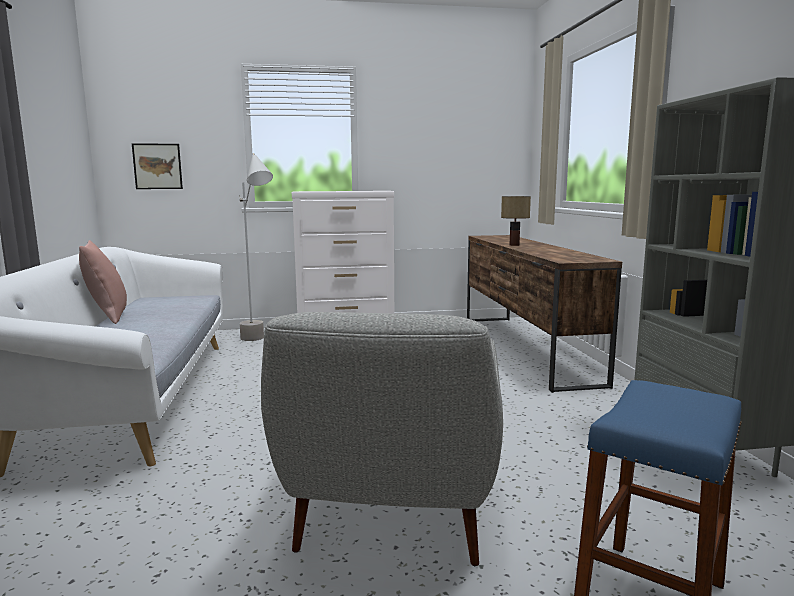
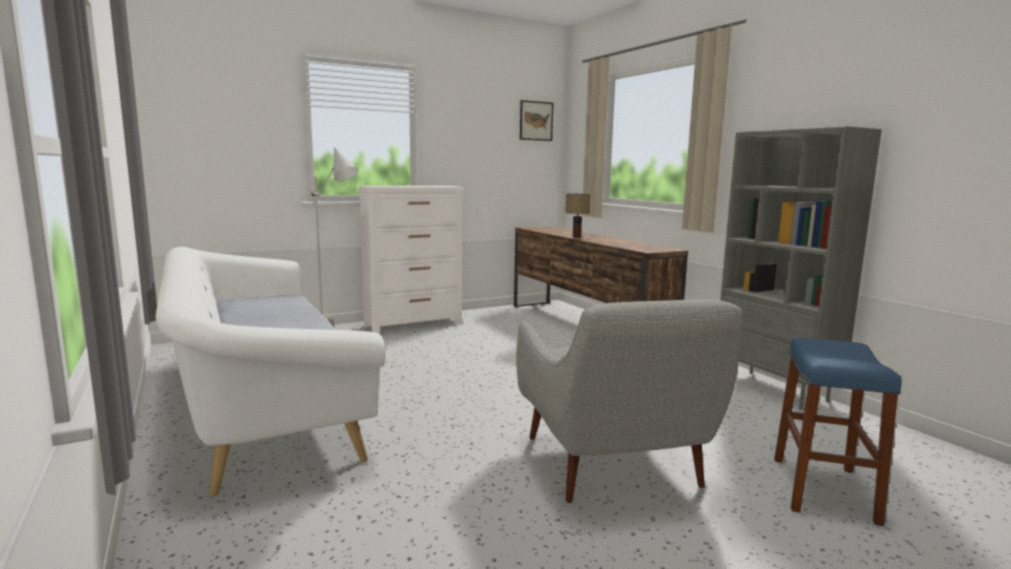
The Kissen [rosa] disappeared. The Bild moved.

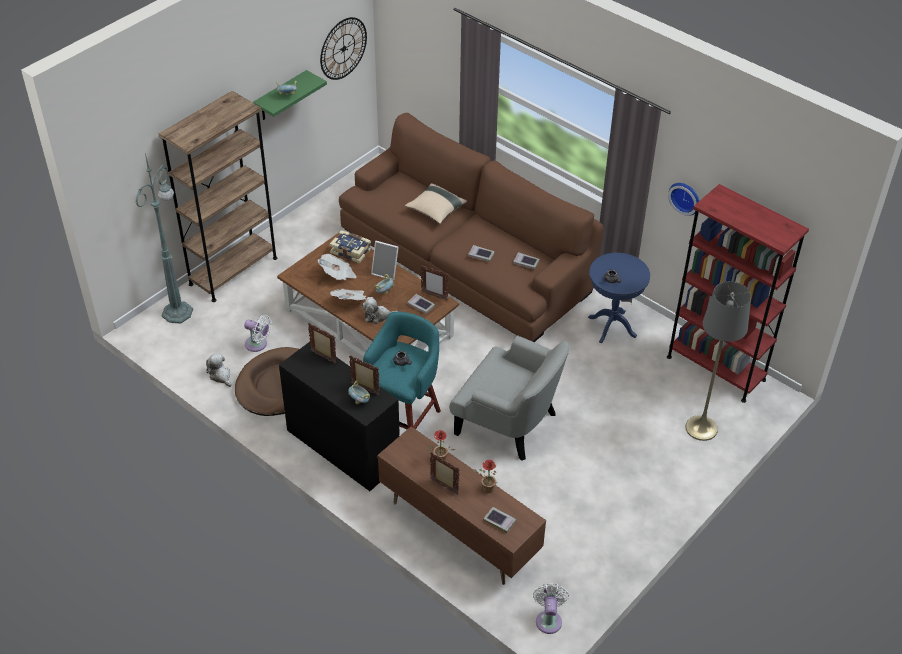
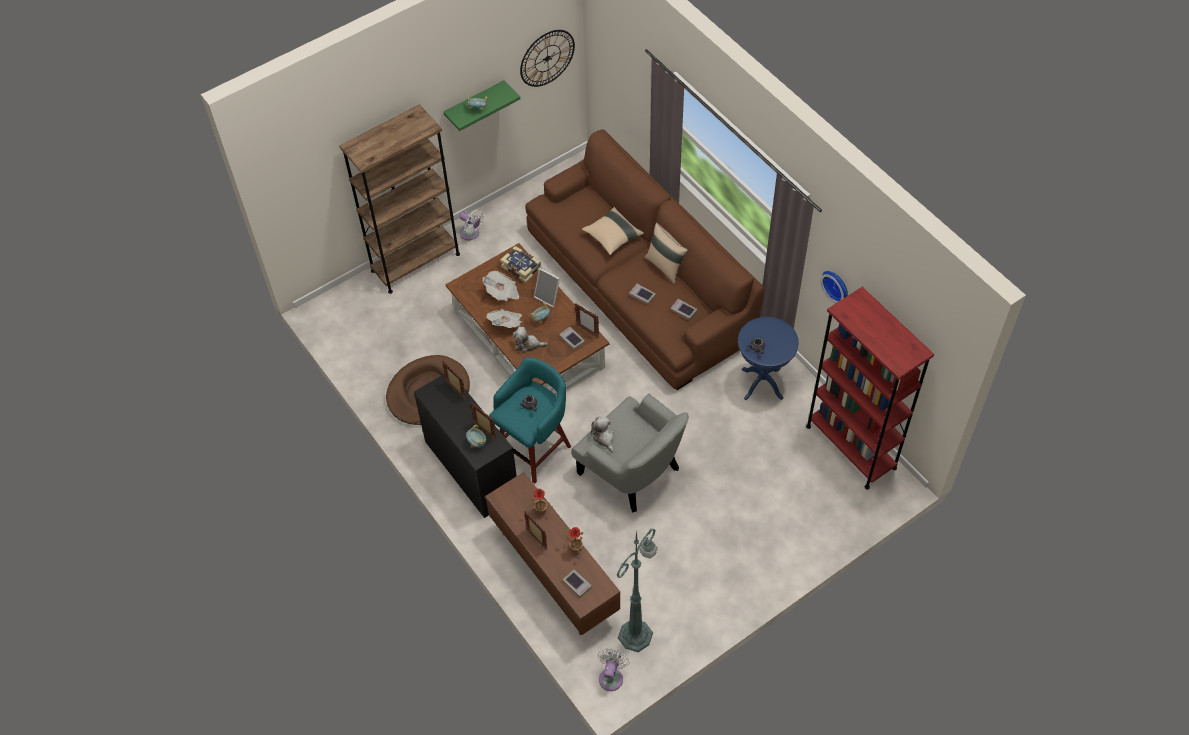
The Stehlampe [grün] moved. The Plüschtier (no. 1 from left in the first image) moved. The Ventilator [weiß] (no. 1 from left) moved. The Stehlampe [grau] disappeared. The Kissen [beige] (no. 2 from left) appeared.

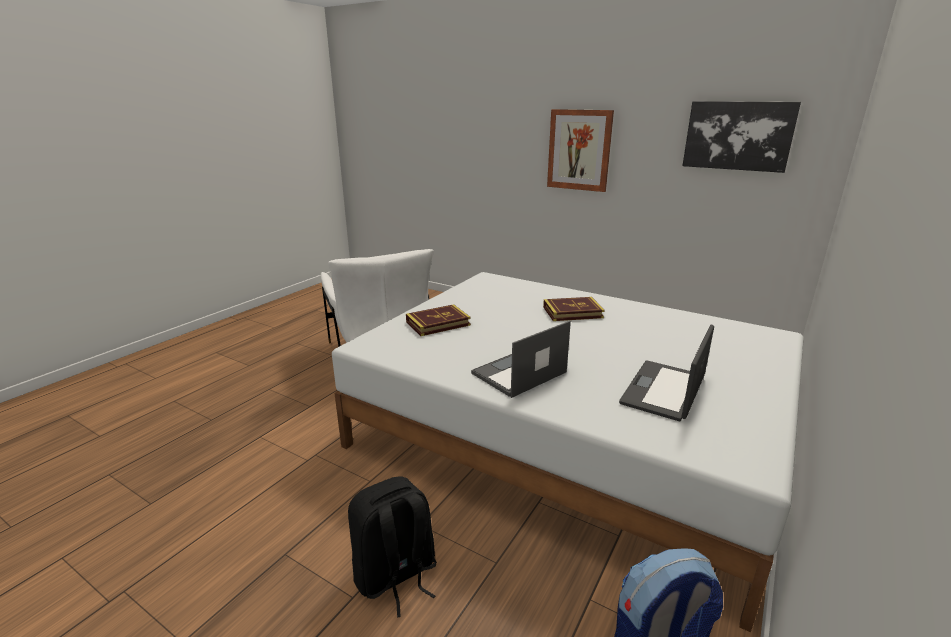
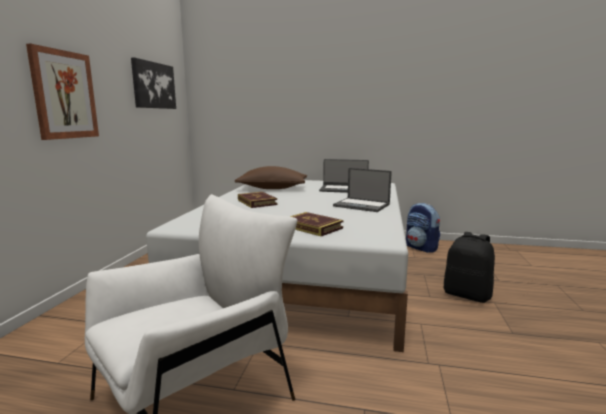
The Kissen [braun] appeared.

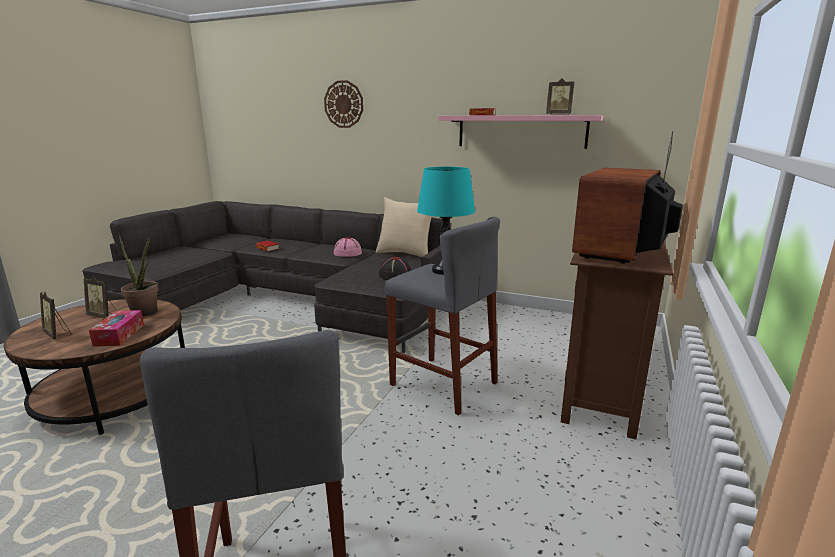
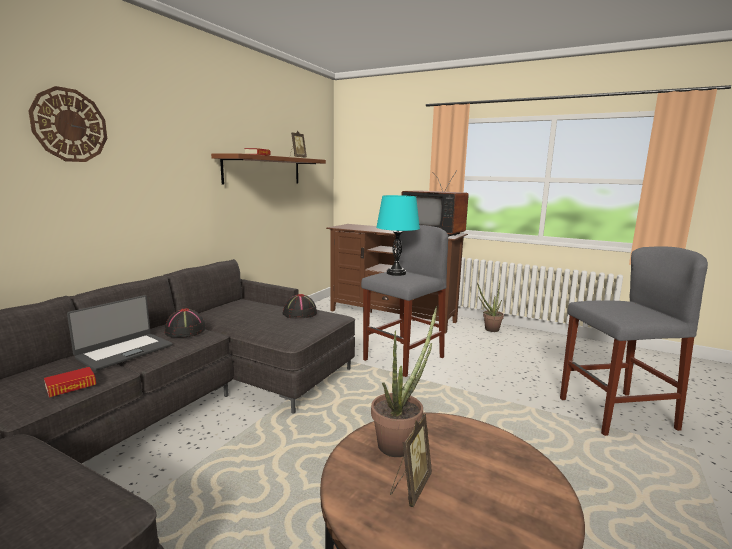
The Bilderrahmen (no. 1 from left) disappeared. The Taschentuchbox disappeared. The Hut [rosa] became the Hut [schwarz] (no. 1 from left). The Kissen [beige] disappeared. The Wandregal [rosa] became the Wandregal [braun]. The Laptop appeared. The Topfpflanze (no. 2 from left) appeared.

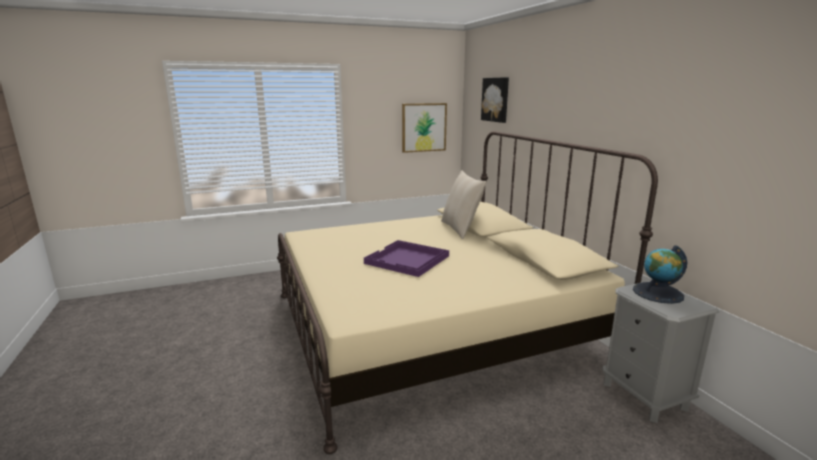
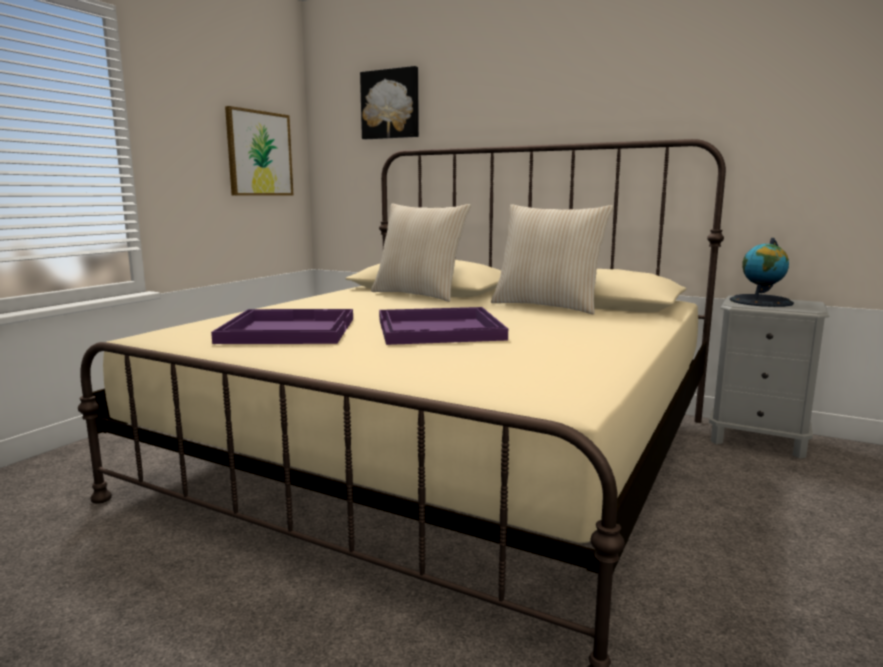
The Tablett [lila] (no. 1 from left) appeared. The Kissen [beige] (no. 2 from left) appeared.

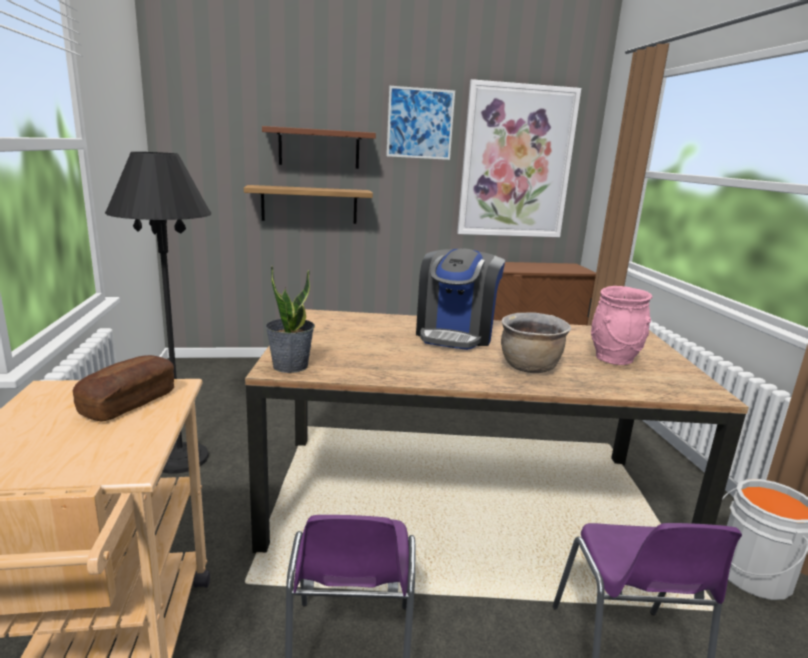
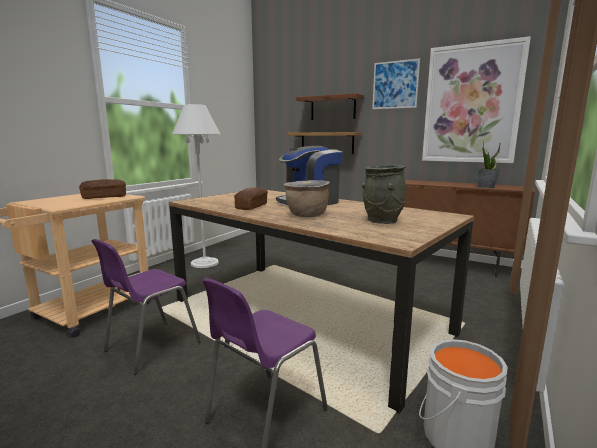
The Stehlampe [schwarz] became the Stehlampe [weiß]. The Topfpflanze moved. The Vase [rosa] became the Vase [grau]. The Brot (no. 2 from left) appeared.

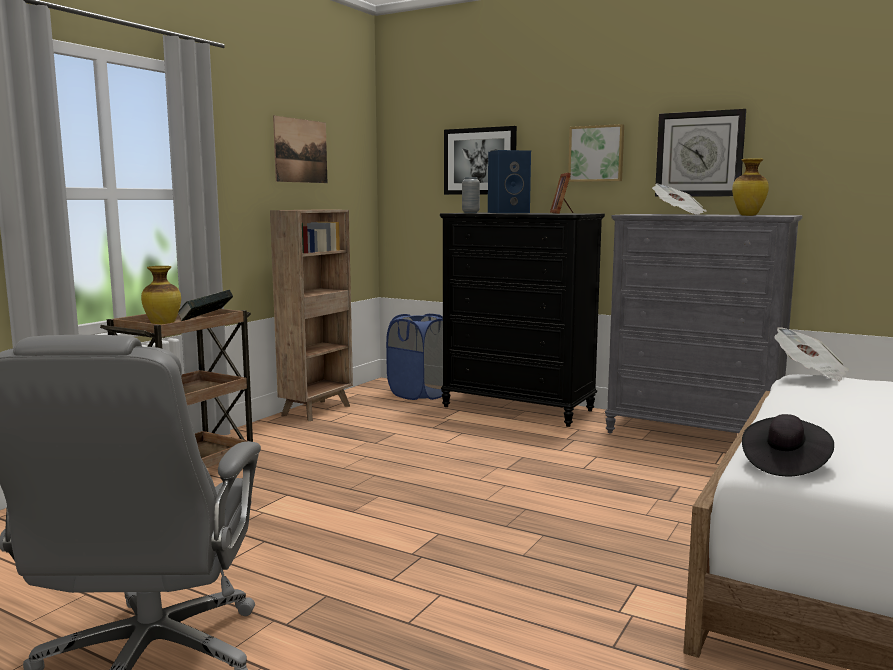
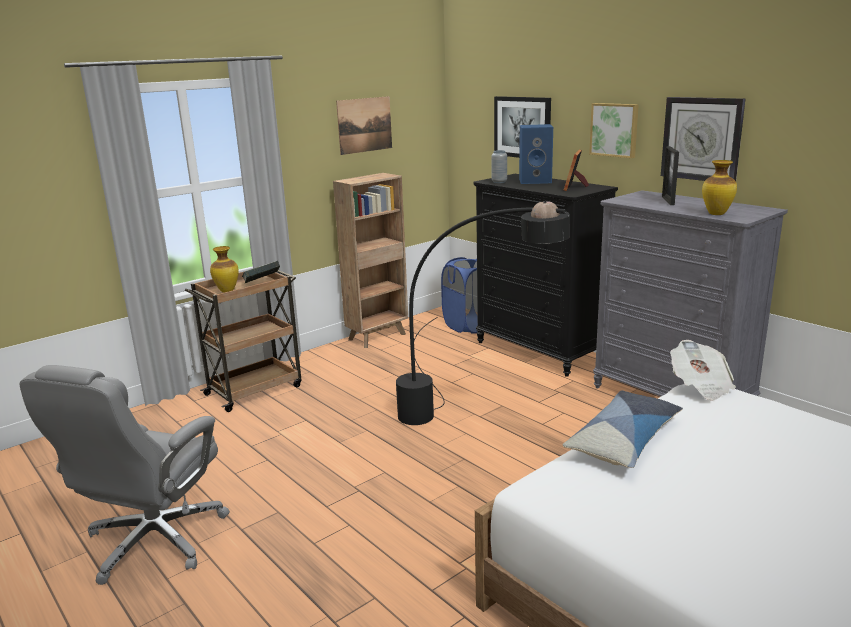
The Zeitung (no. 1 from left) was replaced by the Bilderrahmen (no. 2 from left). The Hut [schwarz] disappeared. The Stehlampe [schwarz] appeared. The Kissen appeared.

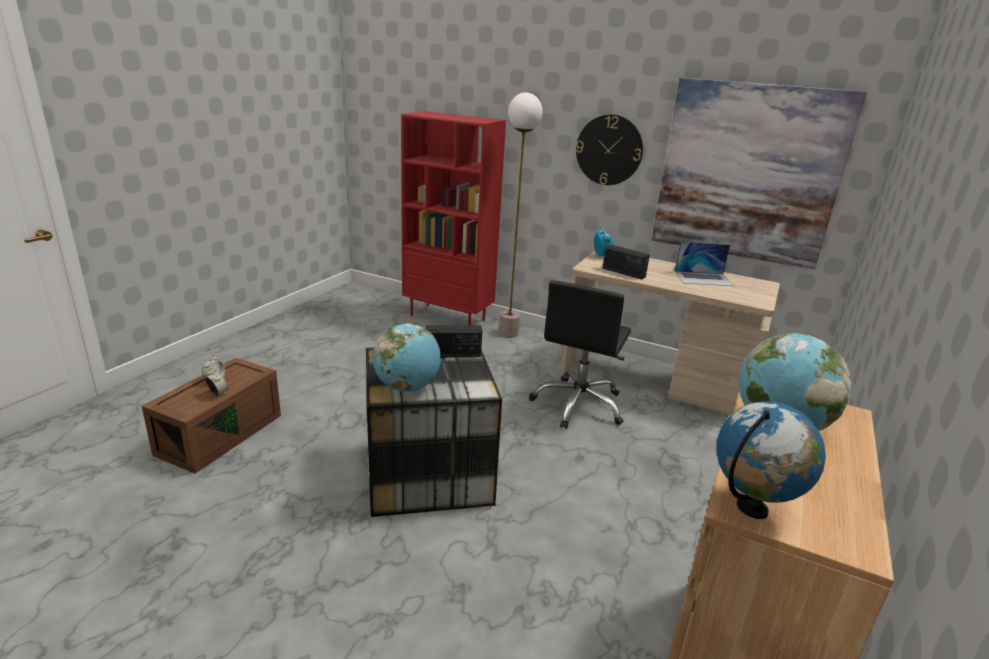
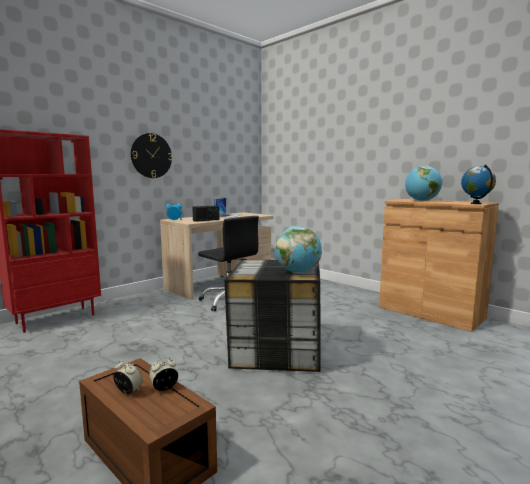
The Radio (no. 1 from left) disappeared. The Stehlampe disappeared. The Bild disappeared.

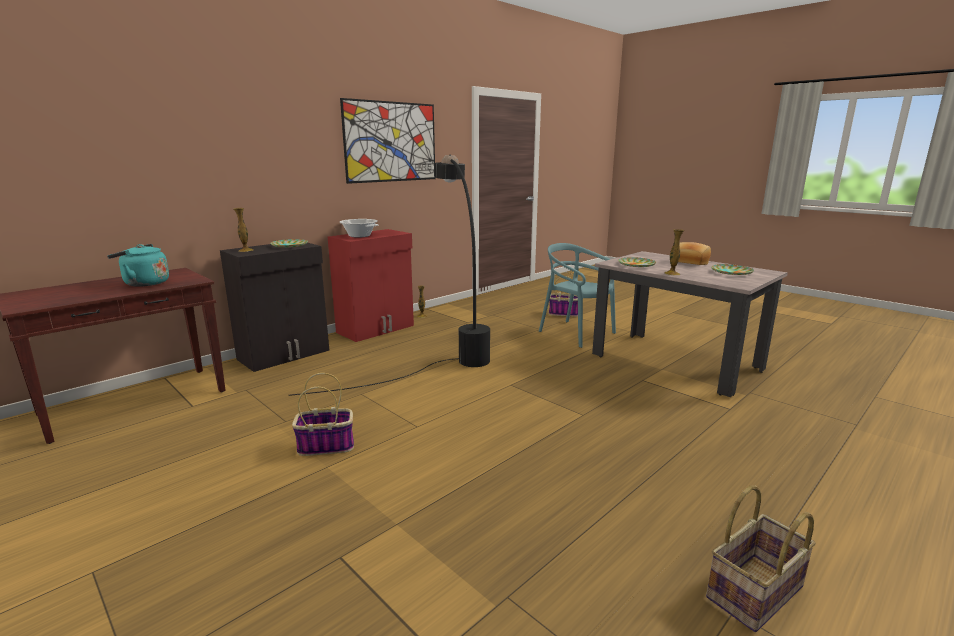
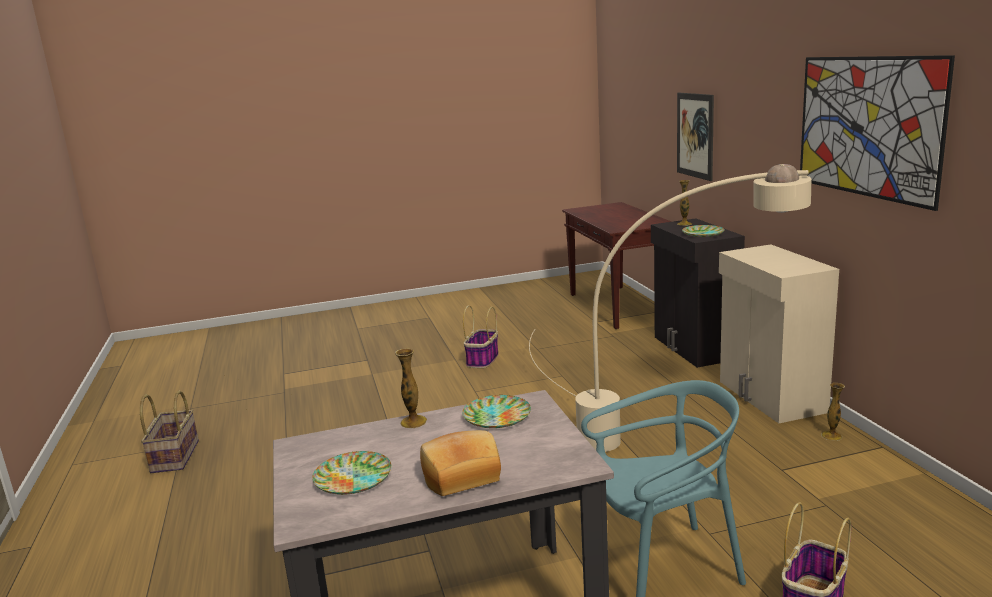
The Wasserkessel [türkis] disappeared. The Stehlampe [schwarz] became the Stehlampe [beige]. The Schrank [rot] became the Schrank [beige]. The Kochtopf disappeared. The Bild (no. 1 from left) appeared.

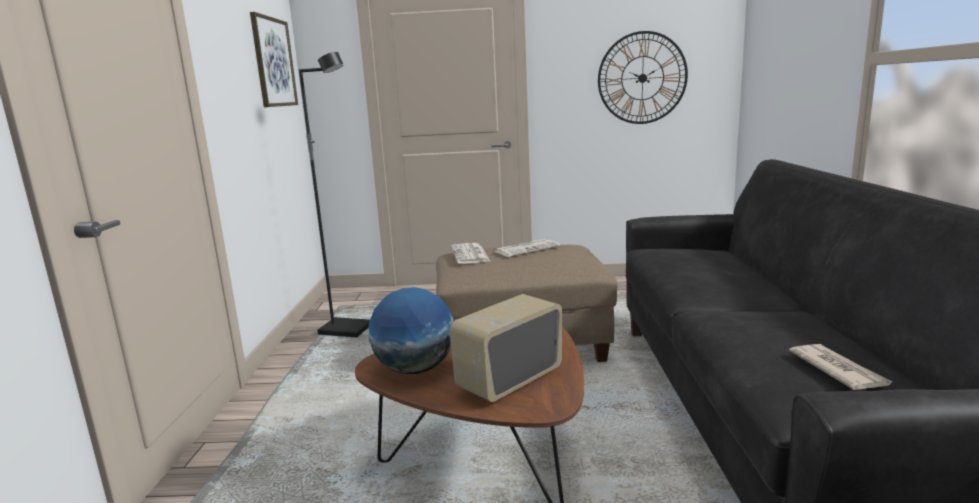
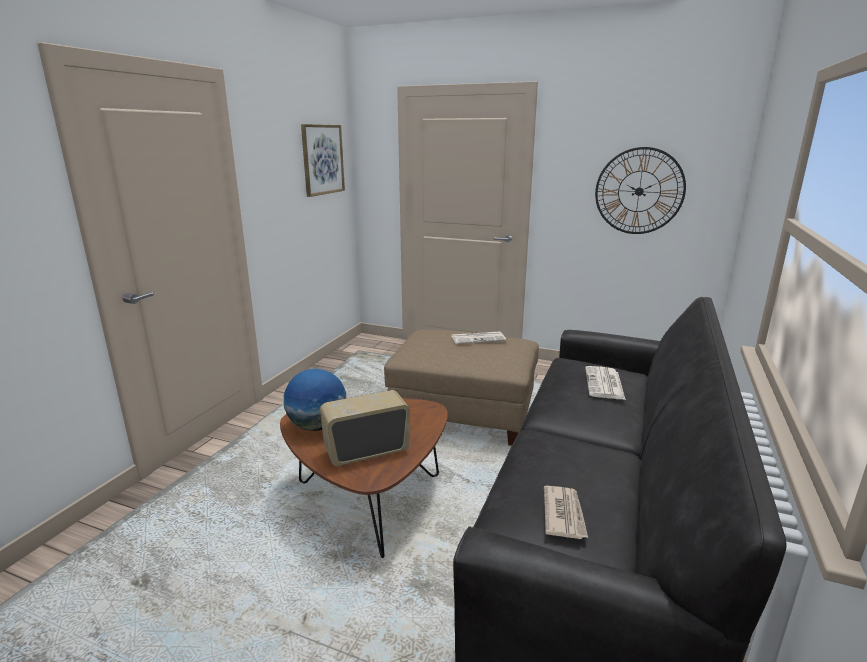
The Stehlampe [schwarz] disappeared. The Zeitung (no. 1 from left in the first image) moved.

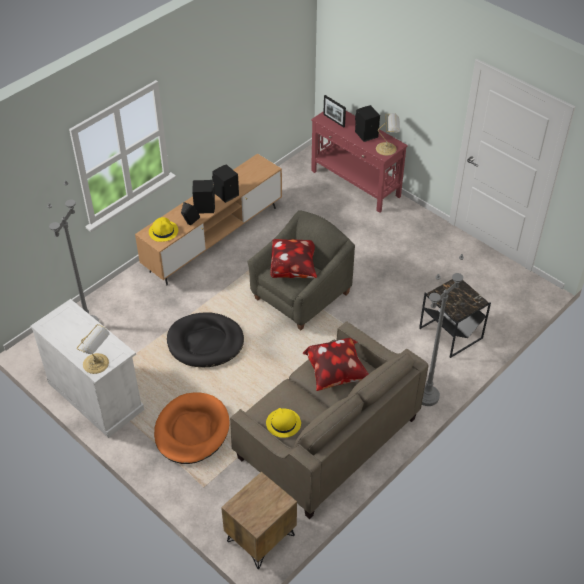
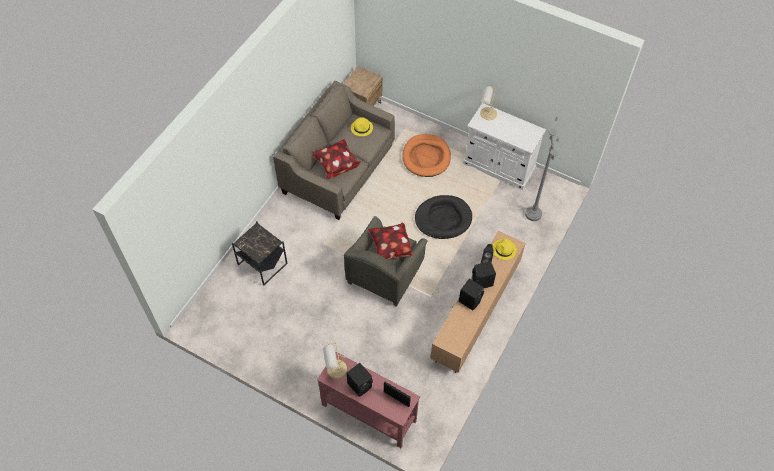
The Stehlampe [grau] (no. 2 from left) disappeared.

